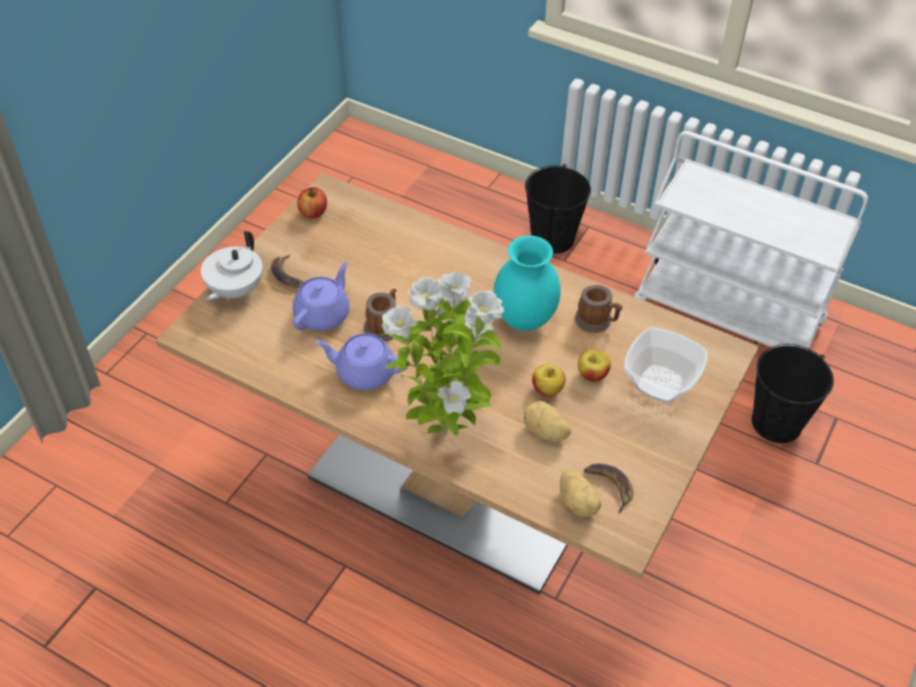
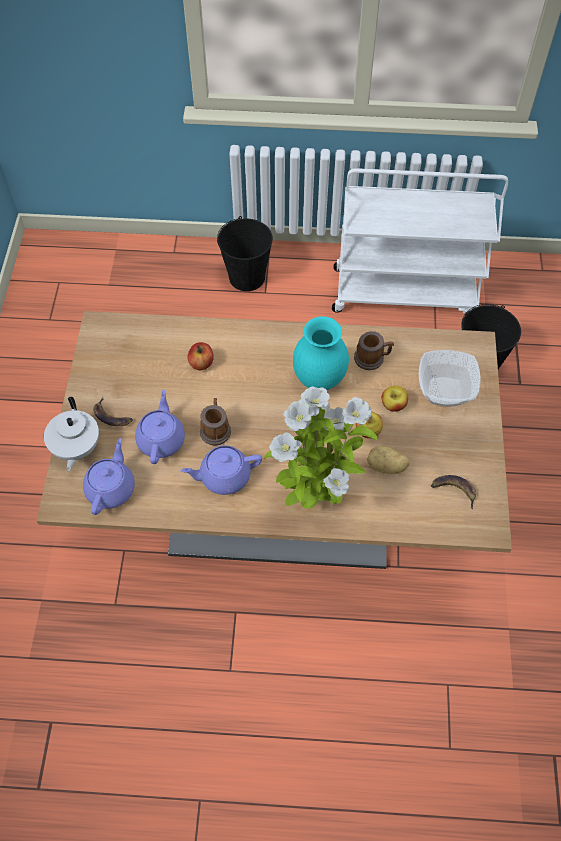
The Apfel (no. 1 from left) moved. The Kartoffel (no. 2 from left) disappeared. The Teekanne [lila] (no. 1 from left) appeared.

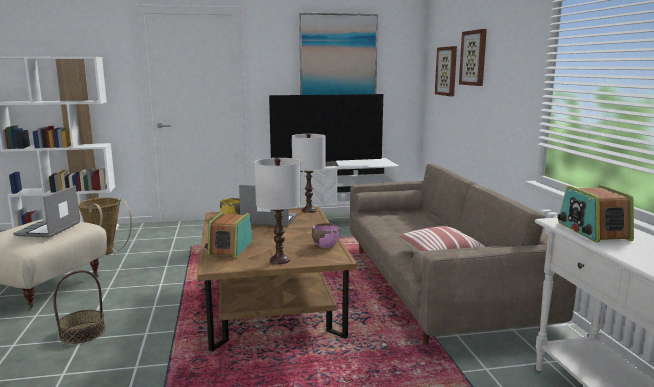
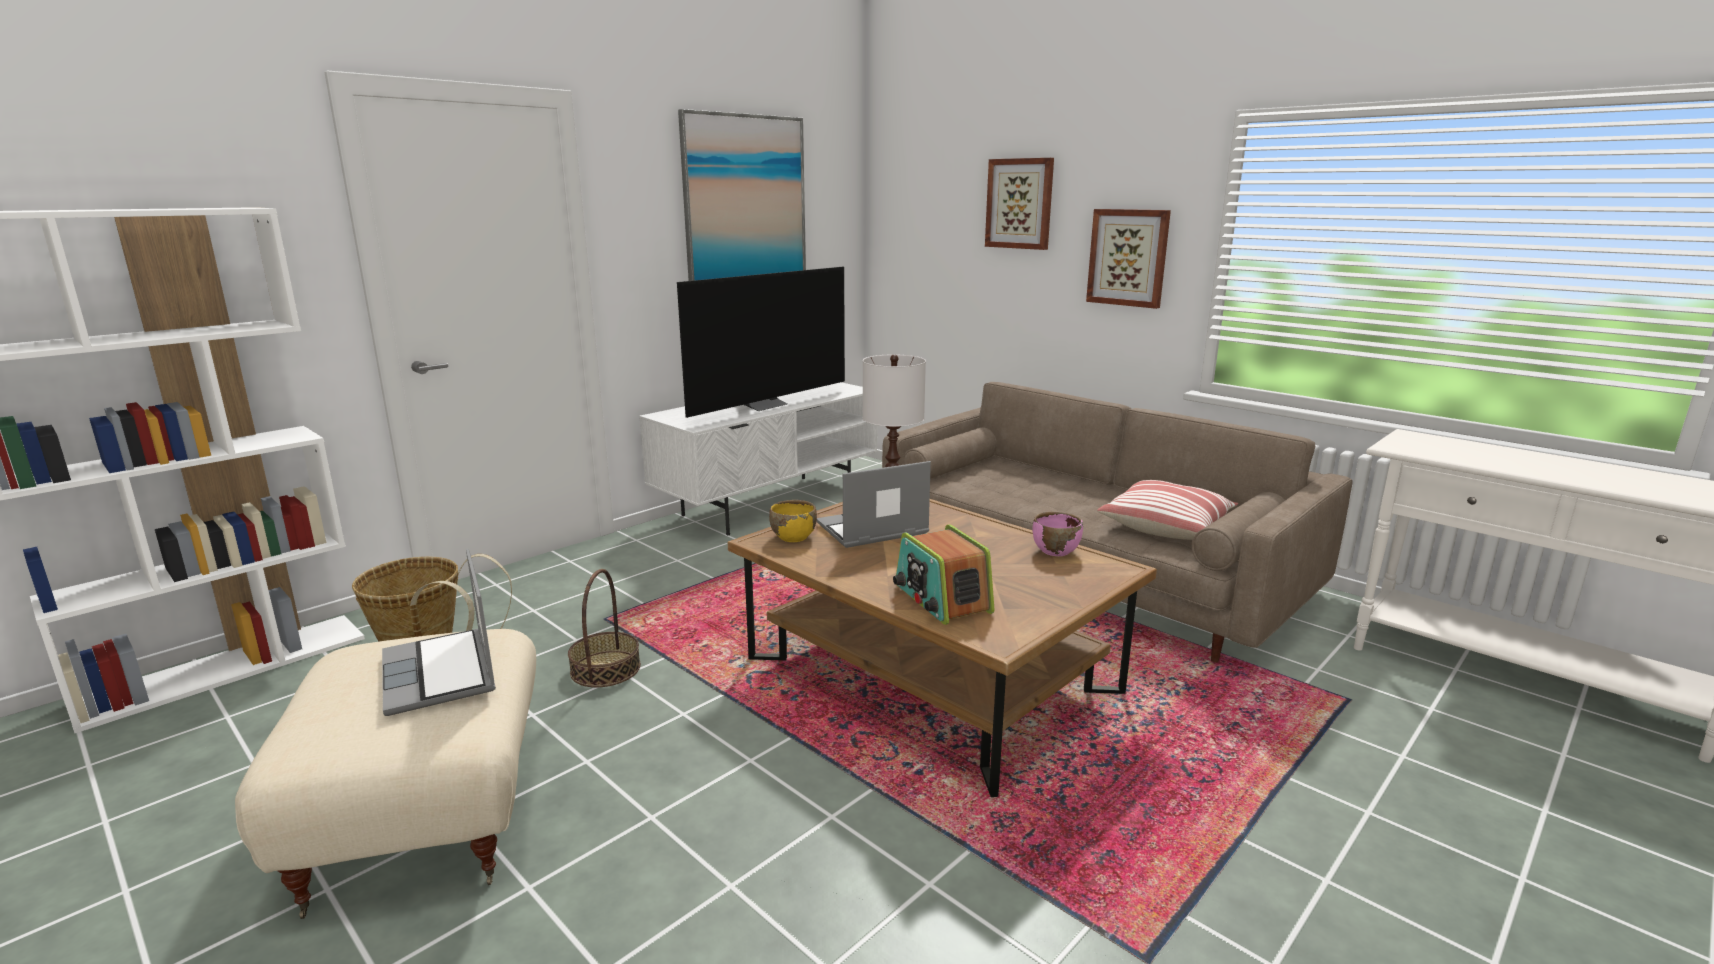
The Korb (no. 1 from left in the first image) moved. The Tischlampe [weiß] (no. 1 from left) disappeared. The Bild (no. 2 from left in the first image) moved. The Radio (no. 2 from left) disappeared.

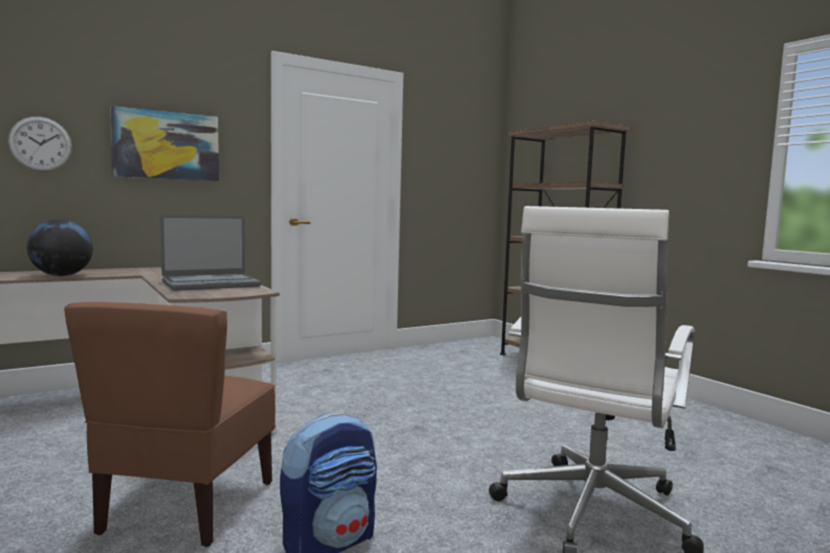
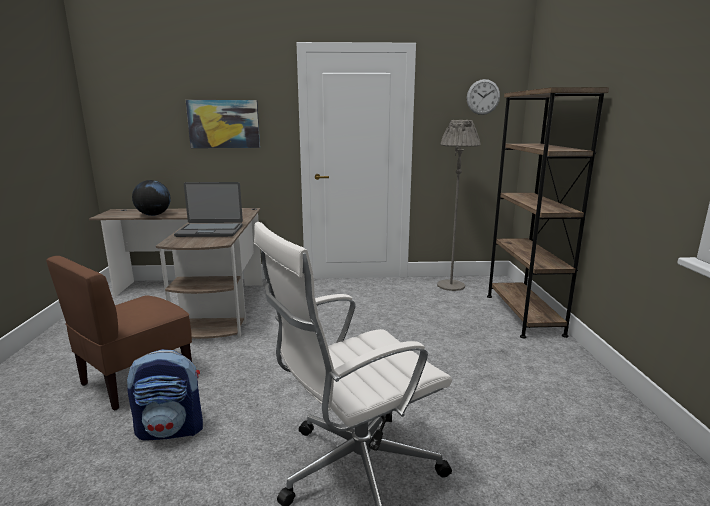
The Wanduhr moved. The Stehlampe [grau] appeared.

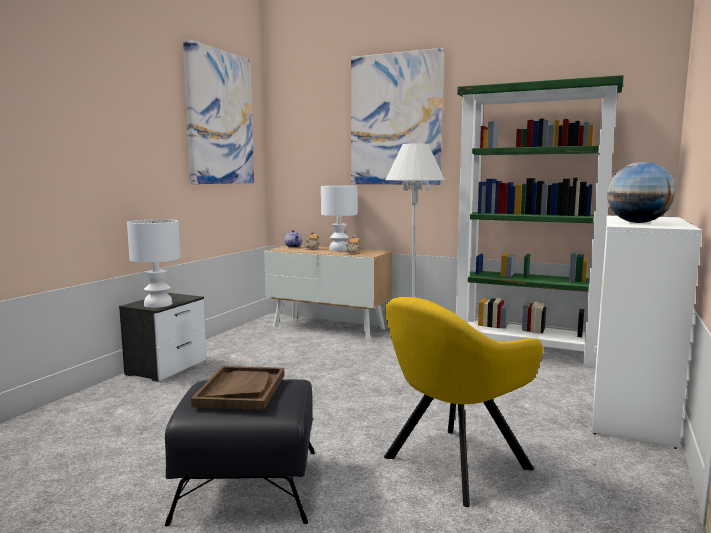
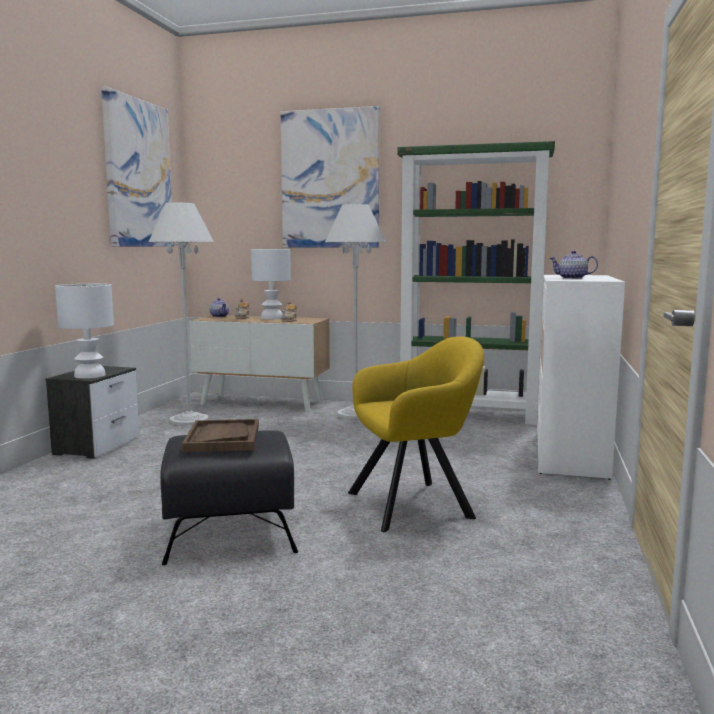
The Sessel [gelb] turned 150 degrees counterclockwise. The Globus was replaced by the Teekanne (no. 4 from left). The Stehlampe [weiß] (no. 1 from left) appeared.

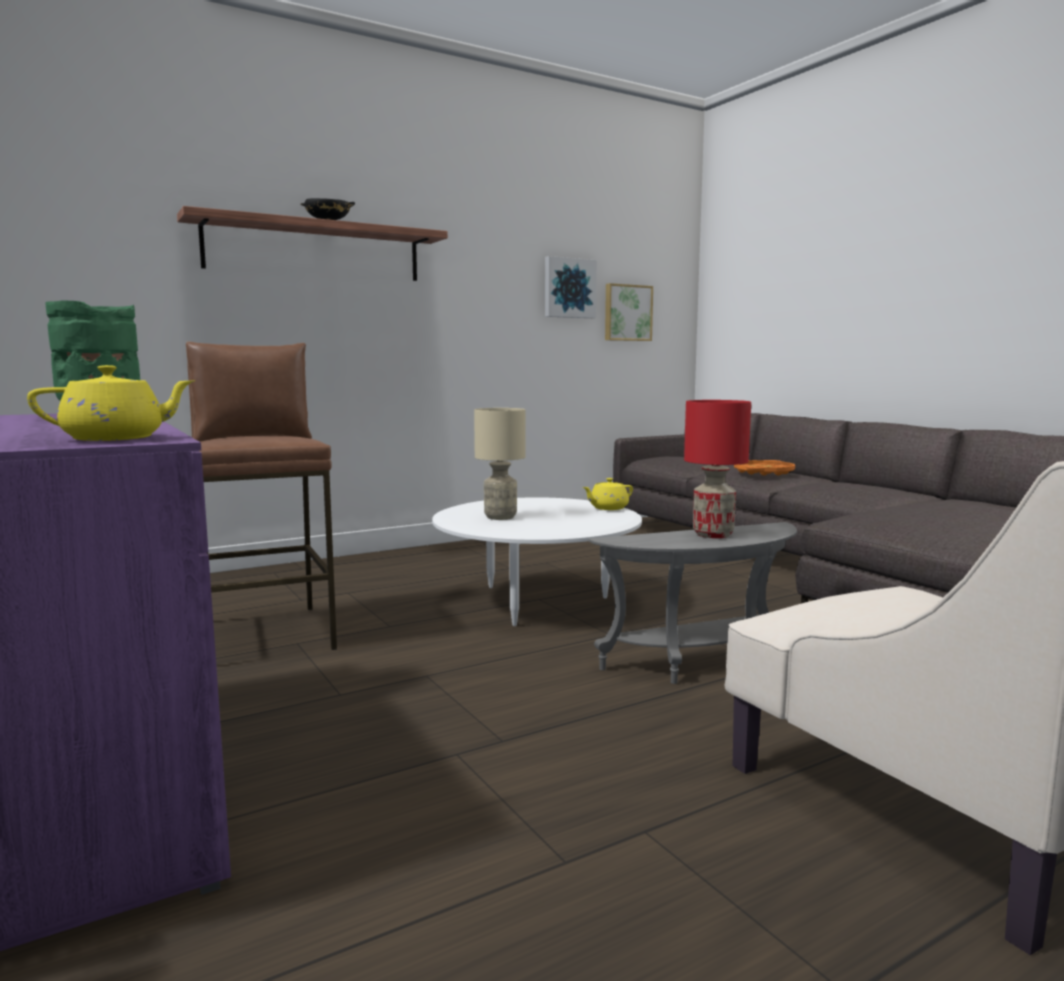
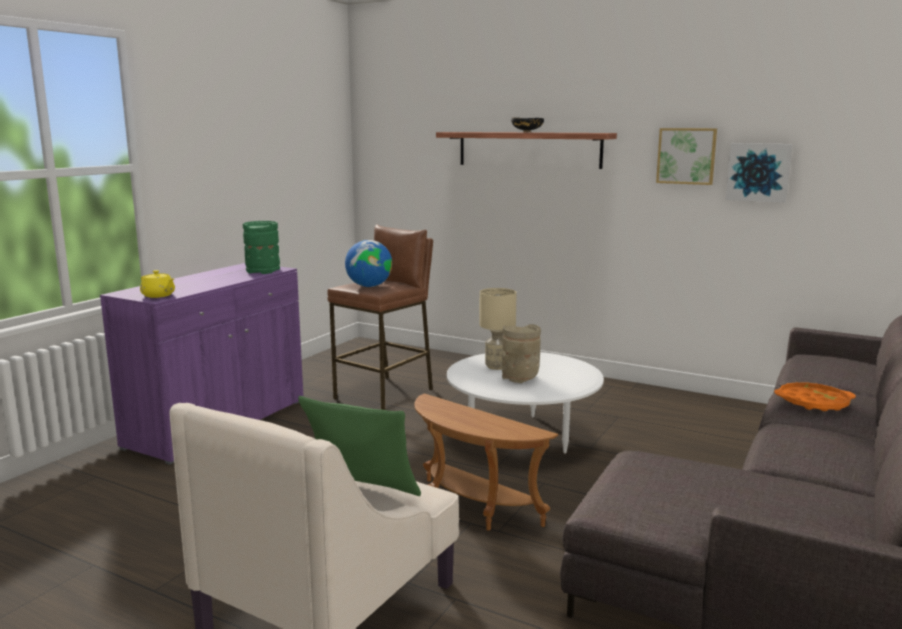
The Teekanne [gelb] (no. 2 from left) disappeared. The Beistelltisch [grau] became the Beistelltisch [braun]. The Bild (no. 2 from left in the first image) moved. The Tischlampe [rot] disappeared. The Kissen [grün] appeared. The Globus appeared. The Vase [beige] appeared.

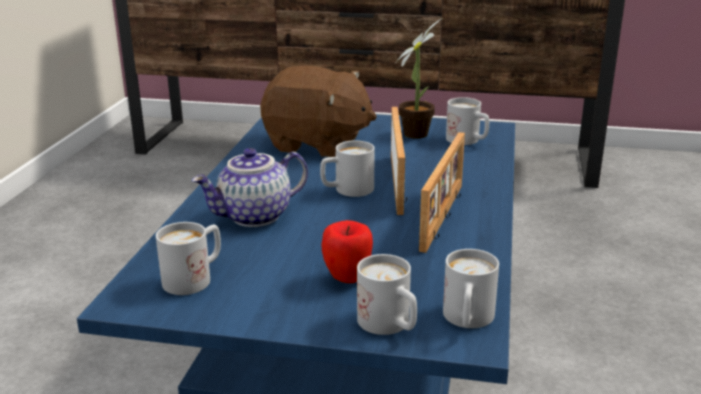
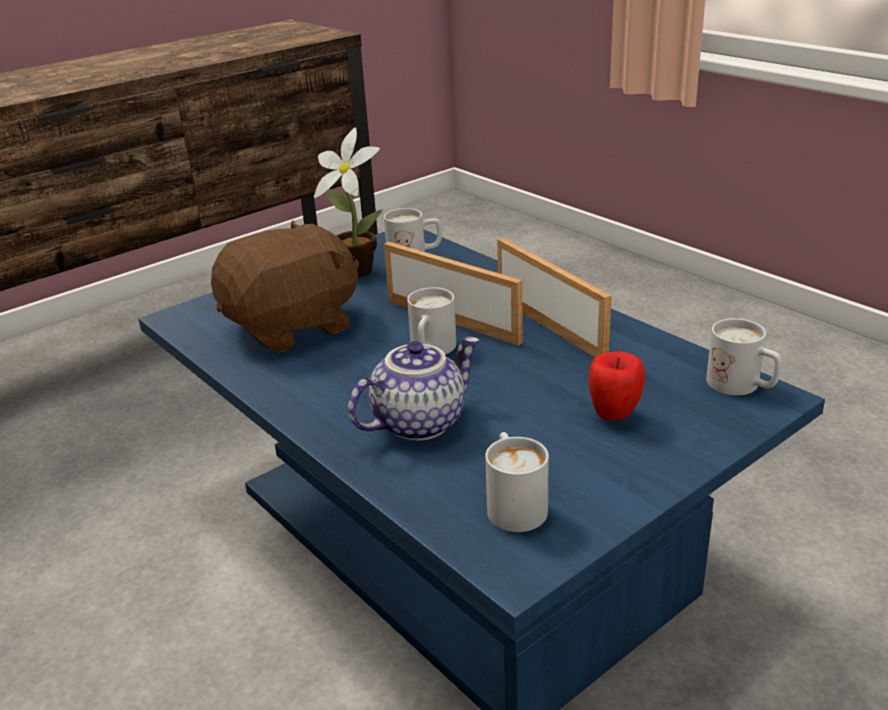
The Teekanne turned 135 degrees counterclockwise. The Henkelbecher [weiß] (no. 3 from left) disappeared.

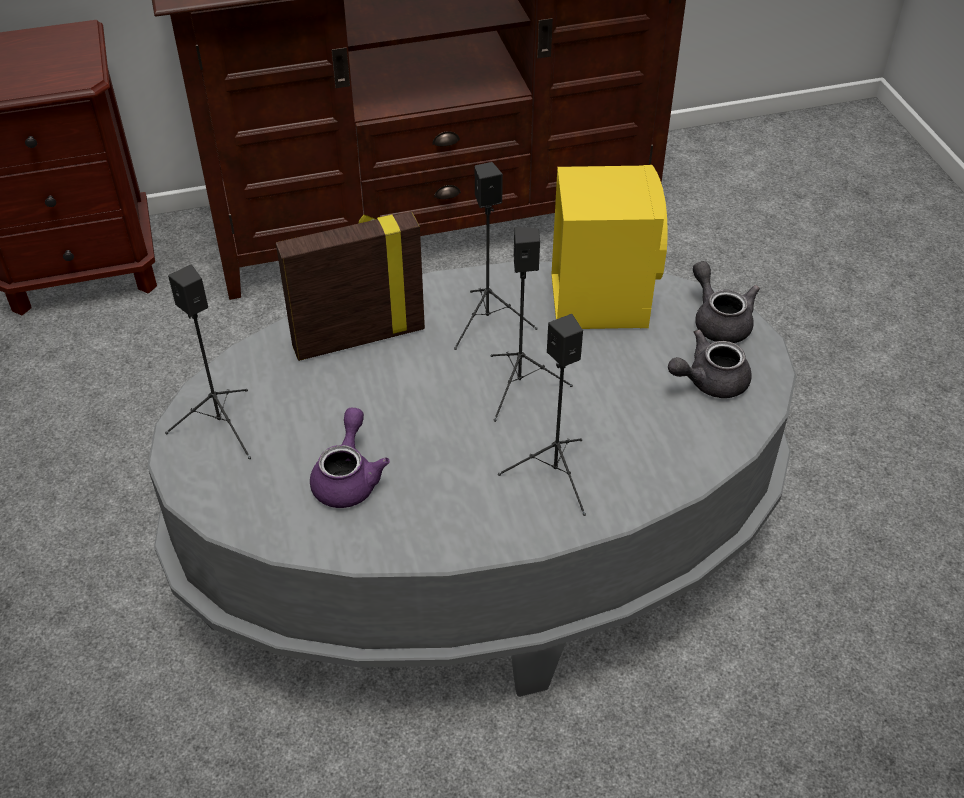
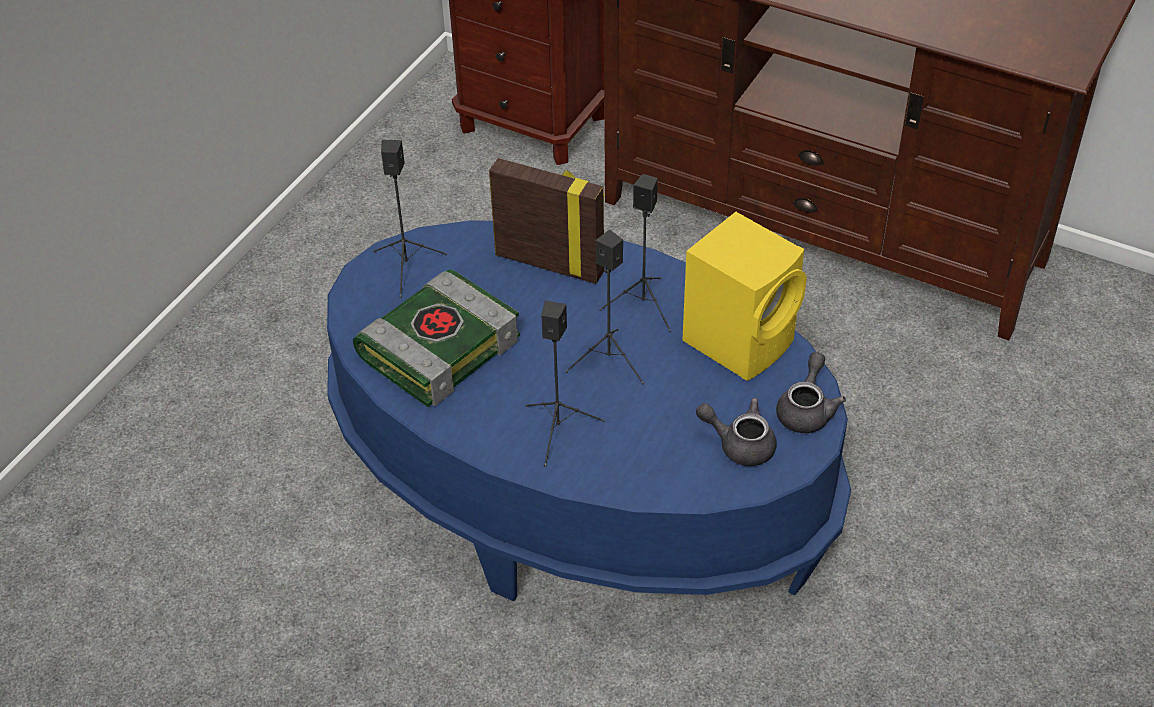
The Couchtisch [grau] became the Couchtisch [blau]. The Teekanne [lila] was replaced by the Buch.

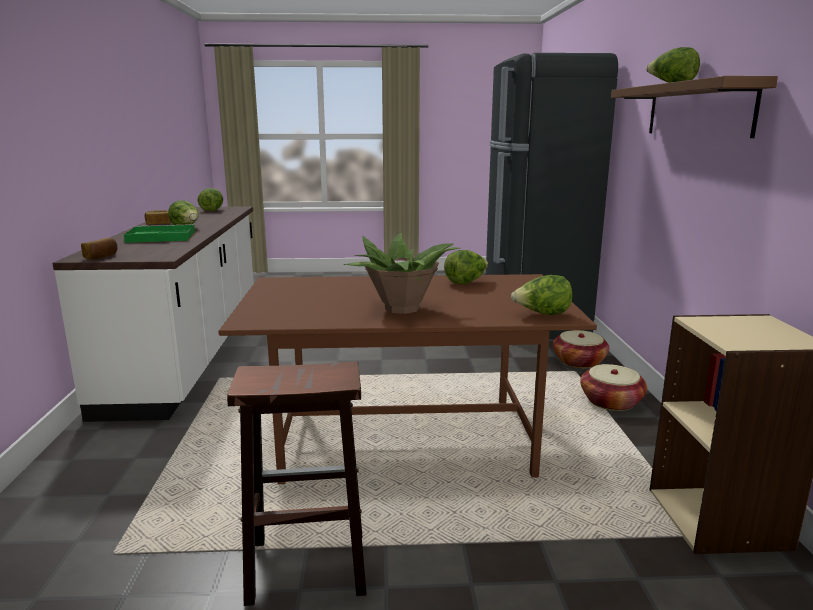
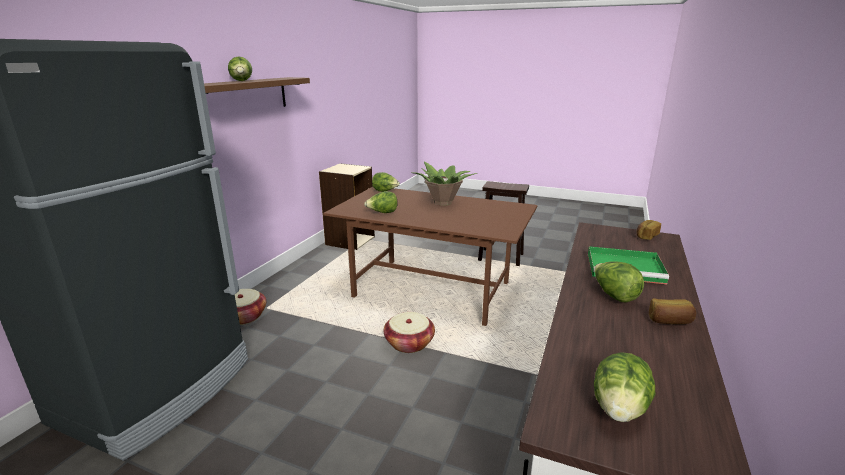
The Korb (no. 2 from left) moved.

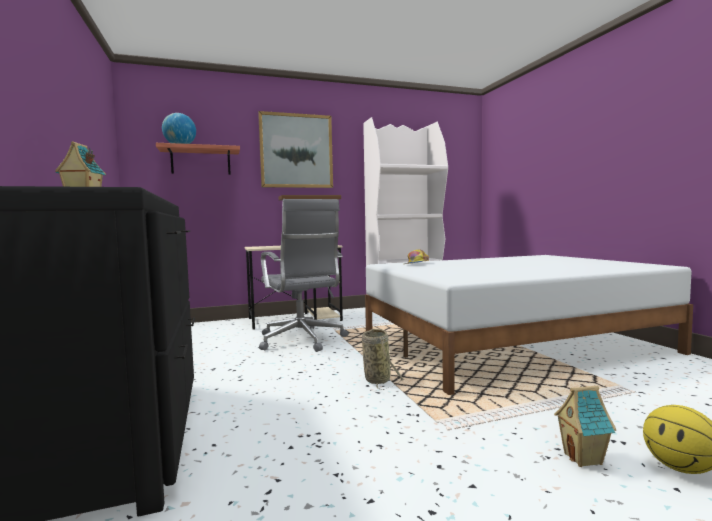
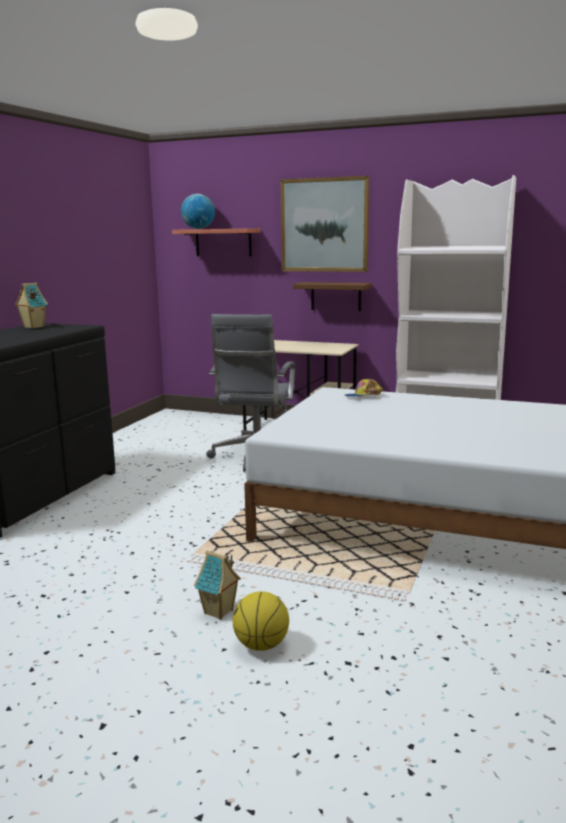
The Korb disappeared.

